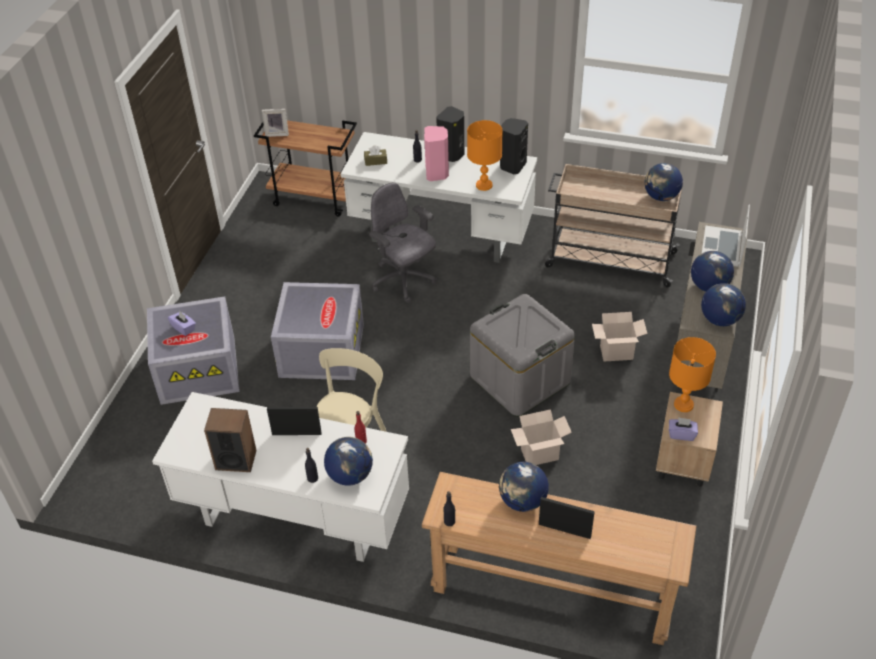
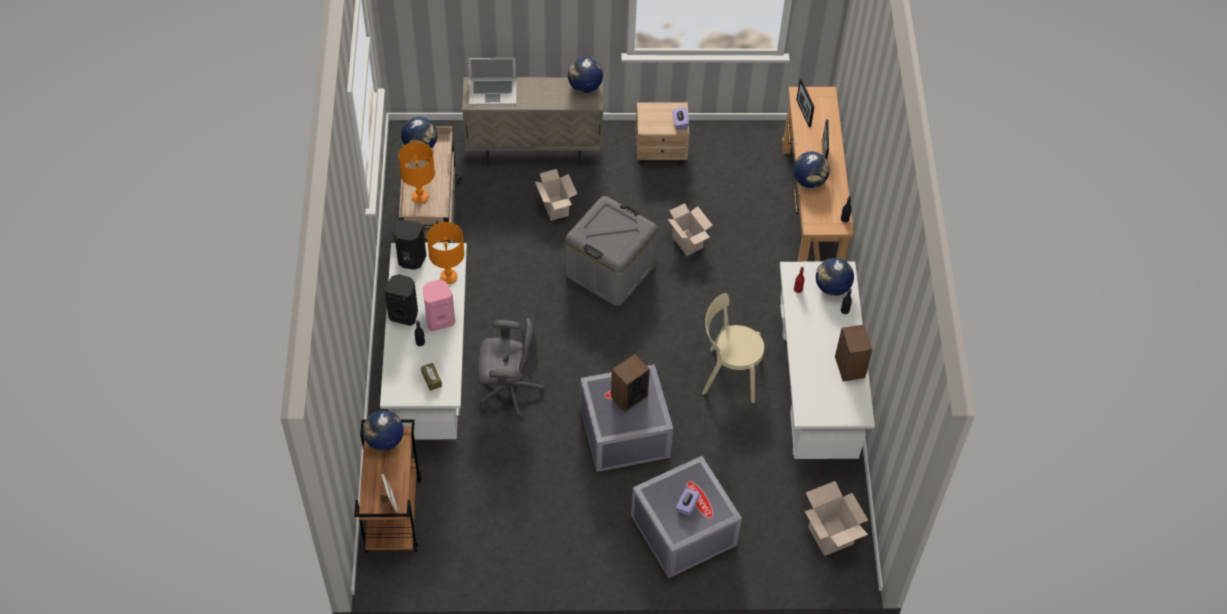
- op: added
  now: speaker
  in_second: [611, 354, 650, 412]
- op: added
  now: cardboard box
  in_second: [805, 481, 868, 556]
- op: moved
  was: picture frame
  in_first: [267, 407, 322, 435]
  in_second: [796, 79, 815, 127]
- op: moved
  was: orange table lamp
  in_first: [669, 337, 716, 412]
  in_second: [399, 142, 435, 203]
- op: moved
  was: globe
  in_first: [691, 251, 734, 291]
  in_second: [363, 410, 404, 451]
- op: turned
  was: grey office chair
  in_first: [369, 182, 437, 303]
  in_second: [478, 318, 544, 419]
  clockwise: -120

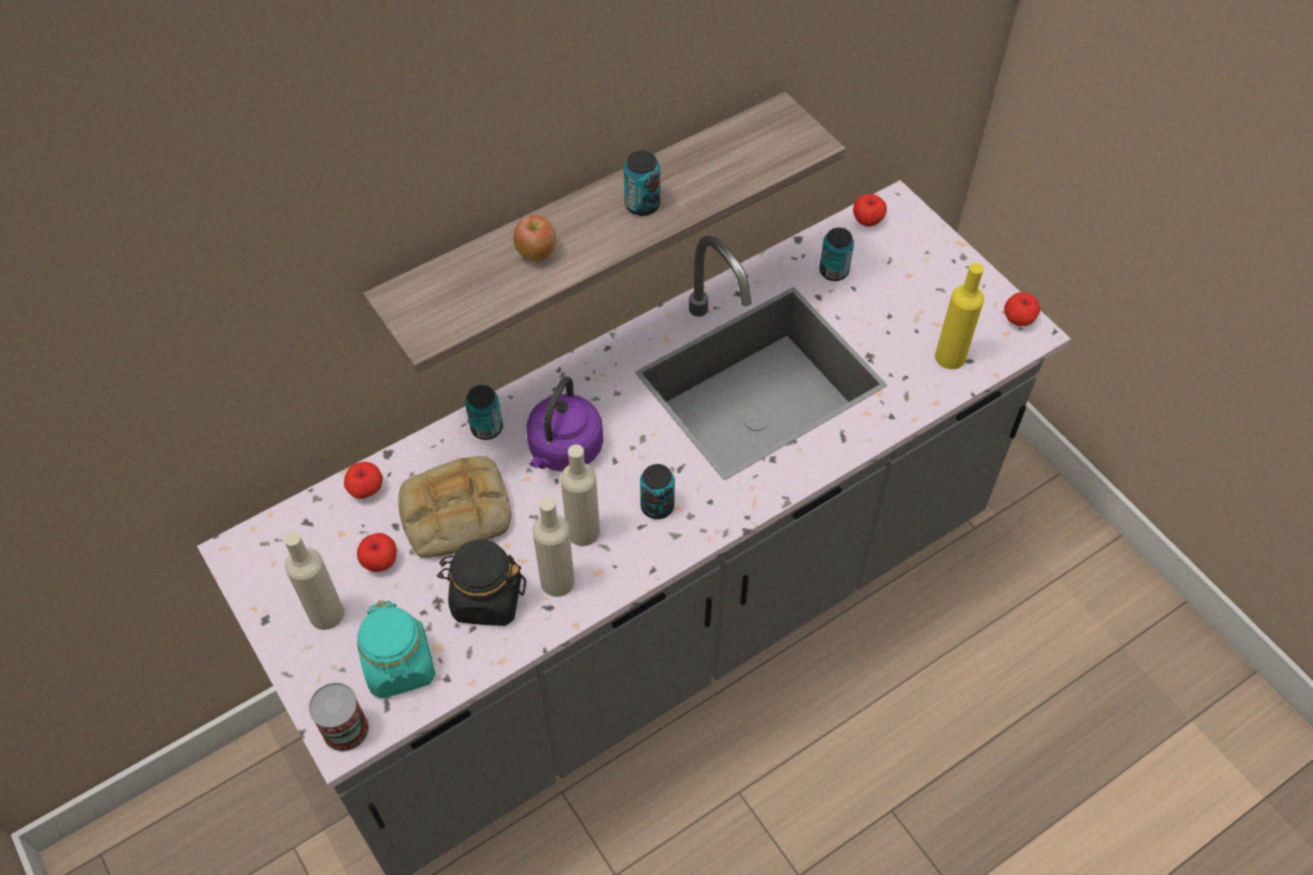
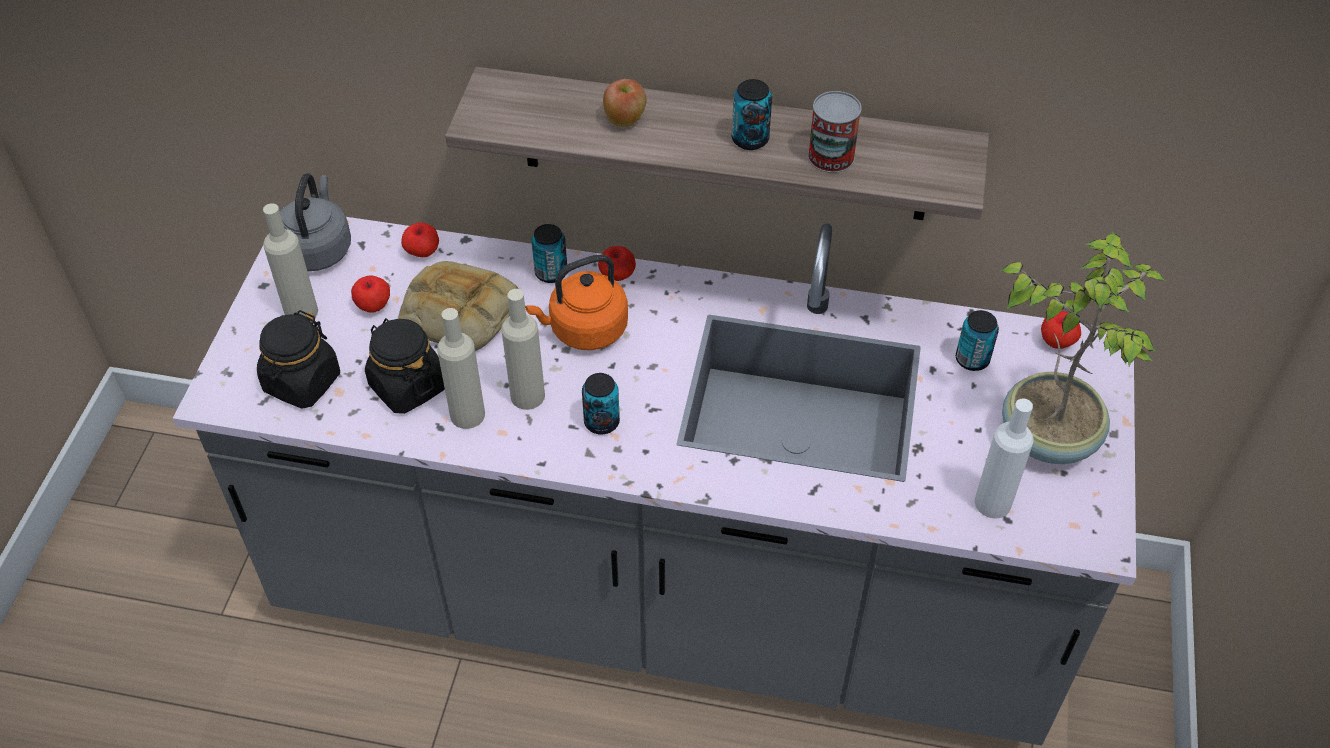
- op: added
  now: grey kettle
  in_second: [280, 173, 351, 271]
- op: added
  now: potted plant
  in_second: [999, 232, 1165, 464]
- op: moved
  was: can
  in_first: [309, 682, 369, 752]
  in_second: [808, 91, 862, 173]
- op: moved
  was: apple
  in_first: [1004, 292, 1040, 326]
  in_second: [598, 246, 636, 281]
- op: recoloured
  was: turquoise jar
  now: black jar
  in_first: [357, 601, 435, 698]
  in_second: [257, 310, 340, 409]
- op: recoloured
  was: purple kettle
  now: orange kettle
  in_first: [526, 377, 603, 472]
  in_second: [525, 254, 628, 350]
- op: recoloured
  was: yellow bottle
  now: white bottle
  in_first: [935, 263, 984, 369]
  in_second: [975, 399, 1034, 519]

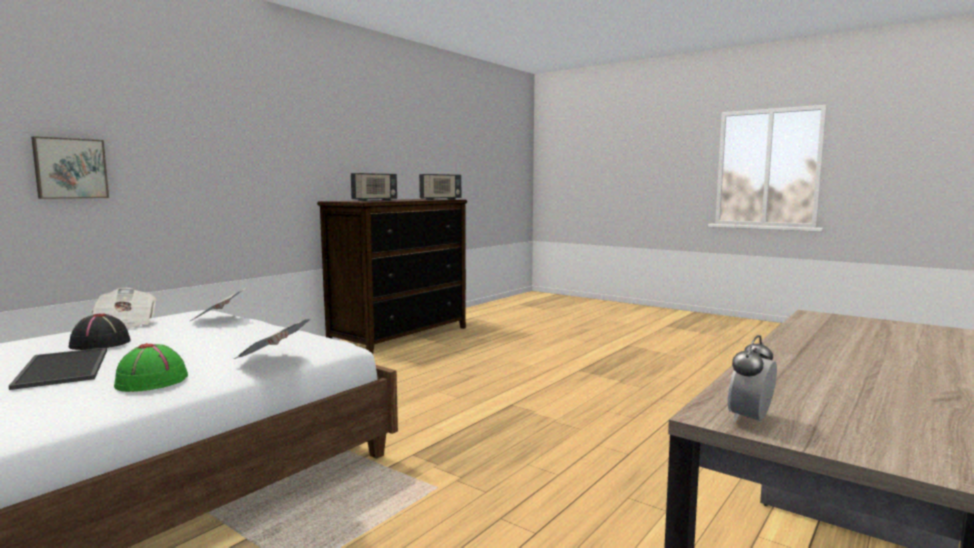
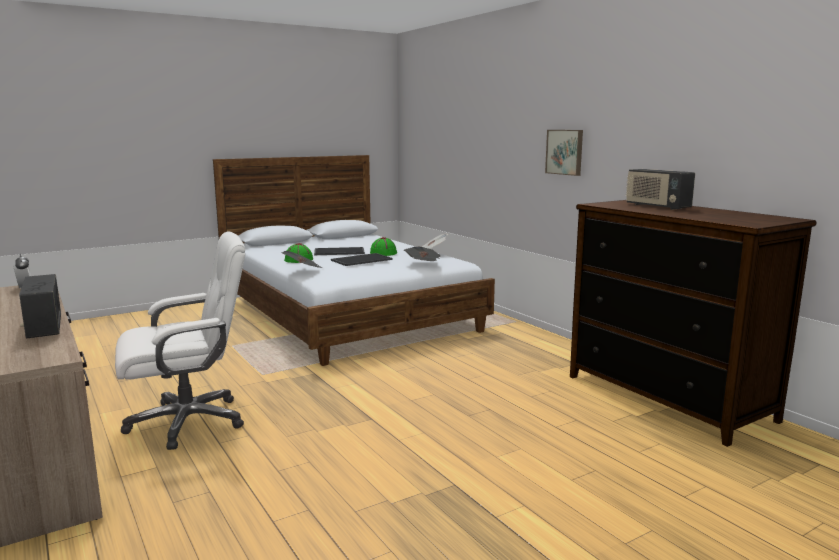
- op: added
  now: white office chair
  in_second: [115, 231, 245, 450]
- op: added
  now: tray
  in_second: [331, 253, 392, 266]
- op: moved
  was: picture
  in_first: [31, 136, 109, 199]
  in_second: [545, 130, 583, 176]
- op: moved
  was: radio
  in_first: [419, 174, 461, 200]
  in_second: [19, 274, 61, 338]
- op: recoloured
  was: black hat
  now: green hat
  in_first: [69, 313, 131, 350]
  in_second: [370, 237, 397, 256]

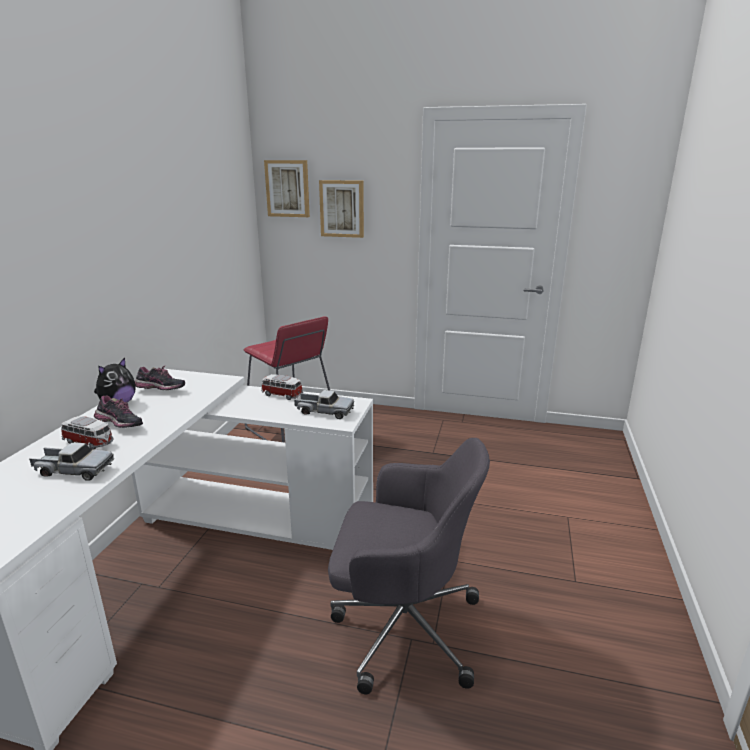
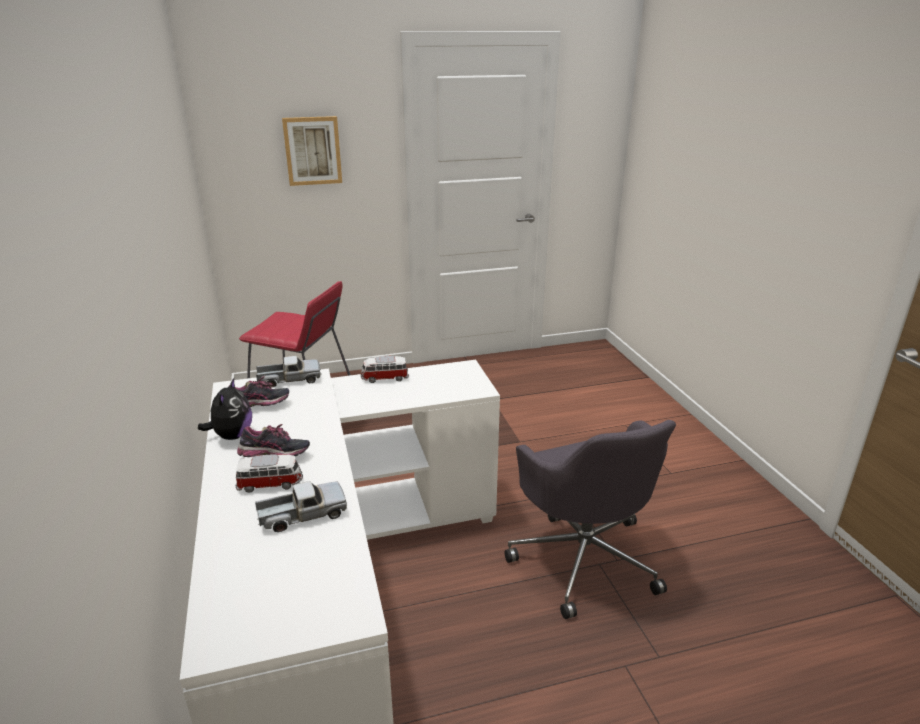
- op: removed
  was: picture
  in_first: [264, 160, 310, 217]
- op: moved
  was: toy truck
  in_first: [294, 390, 354, 419]
  in_second: [256, 356, 321, 388]
- op: turned
  was: grey office chair
  in_first: [328, 438, 490, 694]
  in_second: [505, 420, 676, 619]
  clockwise: 90

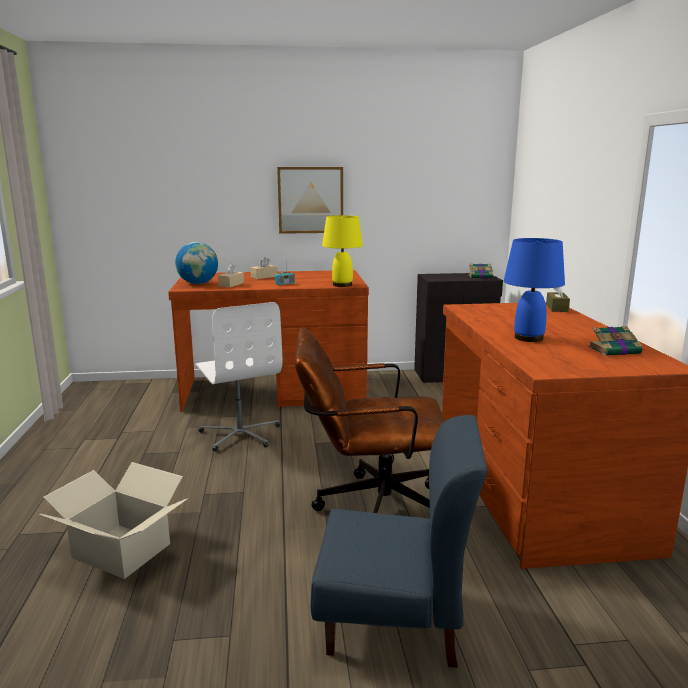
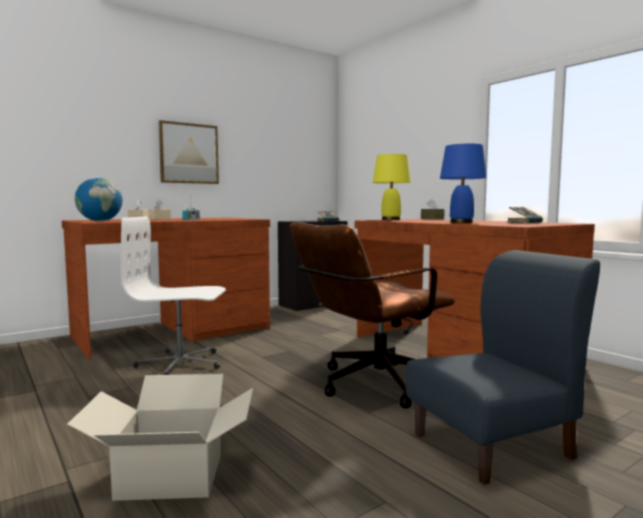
- op: moved
  was: yellow table lamp
  in_first: [322, 215, 363, 287]
  in_second: [373, 154, 411, 220]
- op: turned
  was: white office chair
  in_first: [195, 302, 283, 451]
  in_second: [121, 217, 226, 375]
  clockwise: 150

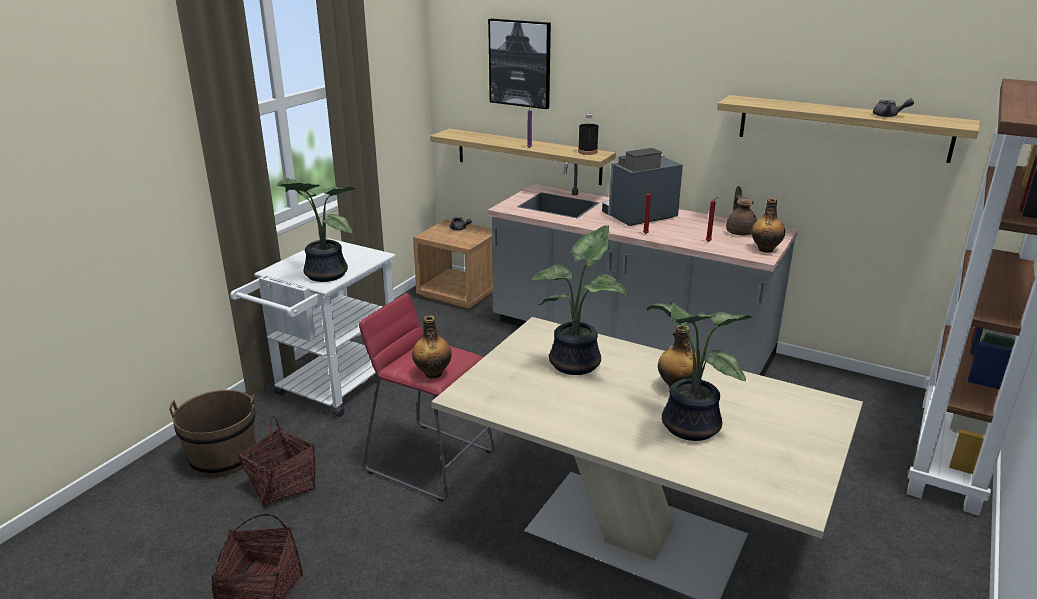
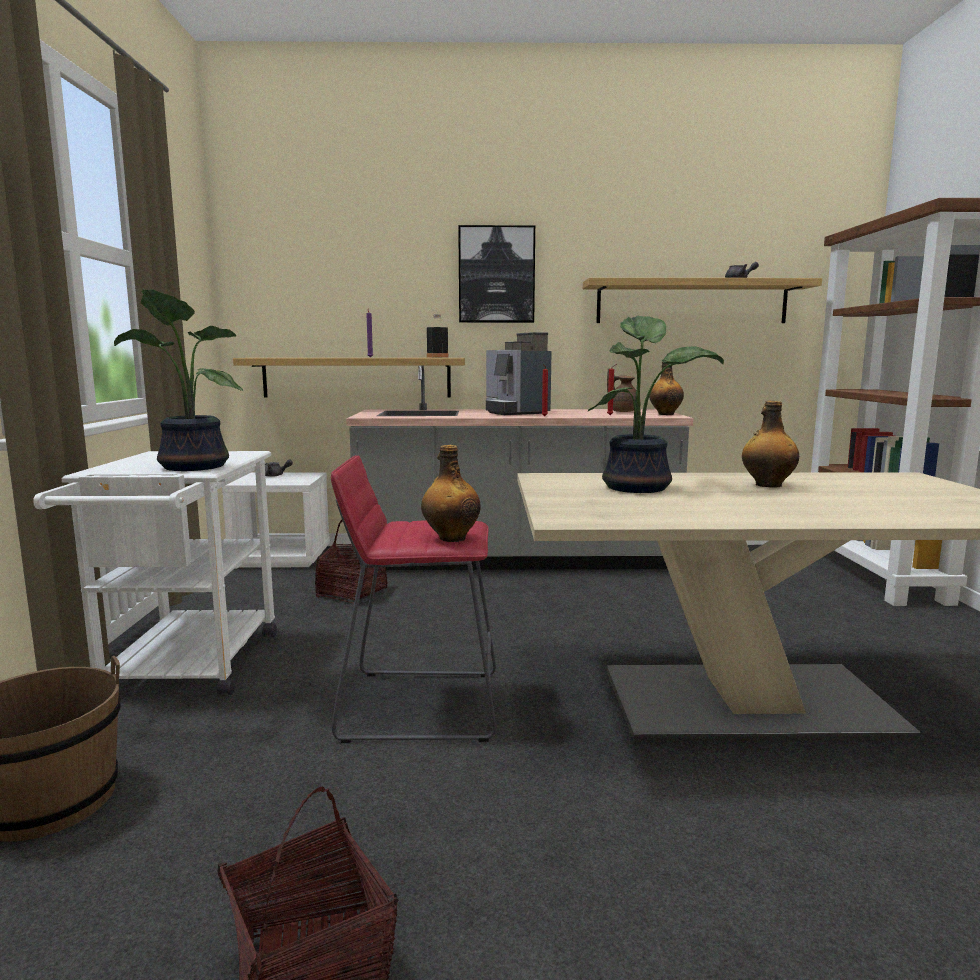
- op: removed
  was: potted plant
  in_first: [647, 303, 753, 441]
- op: moved
  was: basket
  in_first: [238, 416, 316, 509]
  in_second: [315, 520, 387, 604]
- op: moved
  was: picture
  in_first: [488, 19, 551, 109]
  in_second: [458, 225, 535, 323]
- op: recoloured
  was: brown nightstand
  now: white nightstand
  in_first: [413, 219, 493, 309]
  in_second: [222, 472, 330, 568]
- op: turned
  was: coffee machine
  in_first: [602, 148, 683, 226]
  in_second: [486, 332, 552, 415]
  clockwise: -60

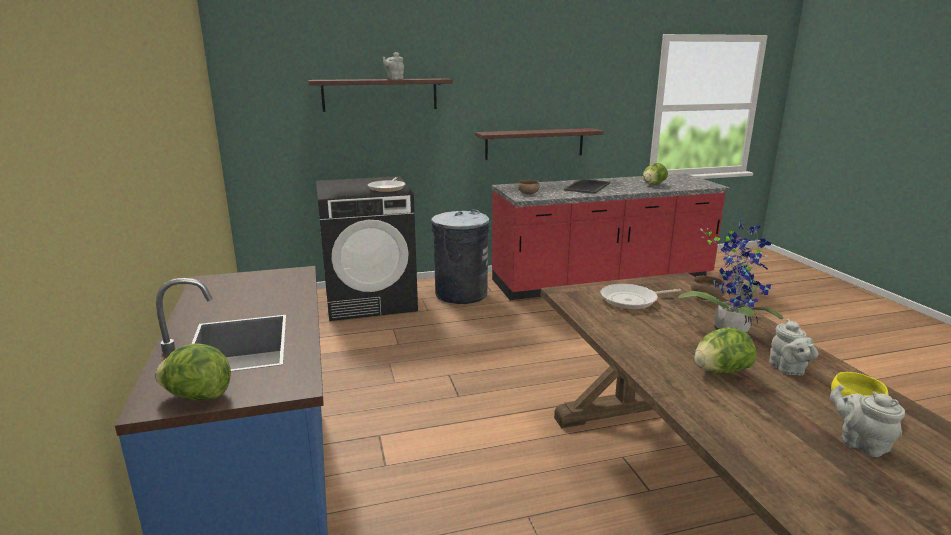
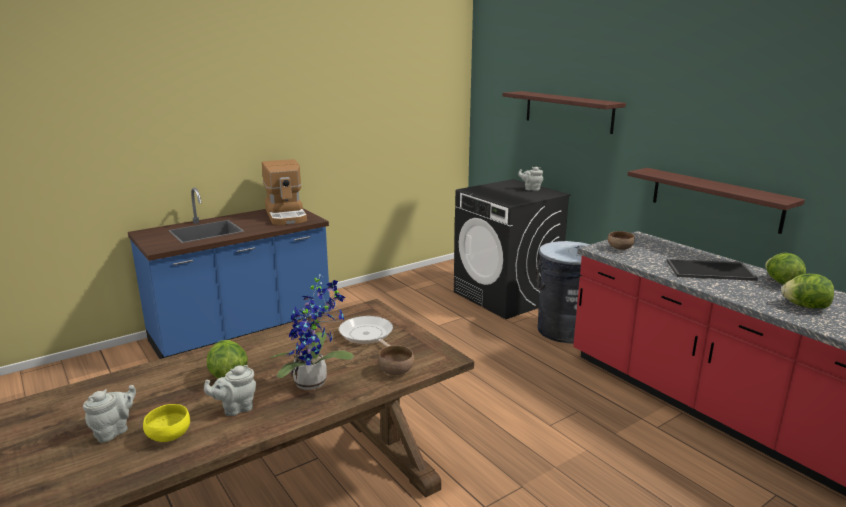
- op: removed
  was: frying pan
  in_first: [368, 177, 405, 192]
- op: added
  now: coffee machine
  in_second: [262, 159, 307, 225]
- op: moved
  was: lettuce
  in_first: [155, 344, 231, 400]
  in_second: [765, 252, 806, 285]
- op: moved
  was: grey teapot
  in_first: [383, 52, 404, 80]
  in_second: [518, 167, 543, 191]

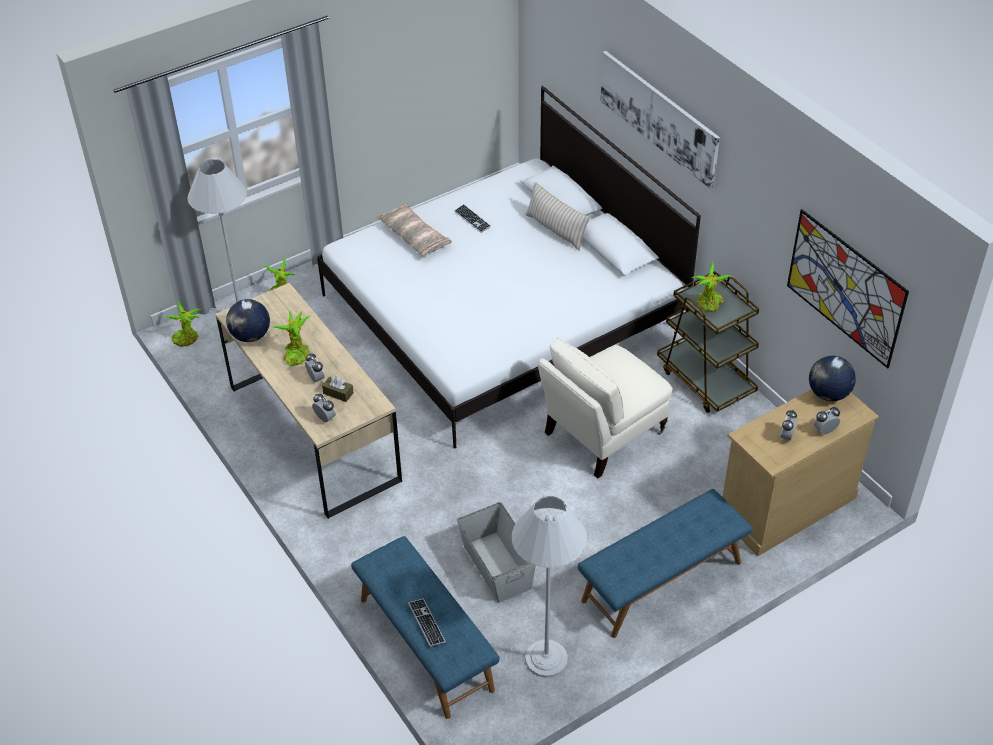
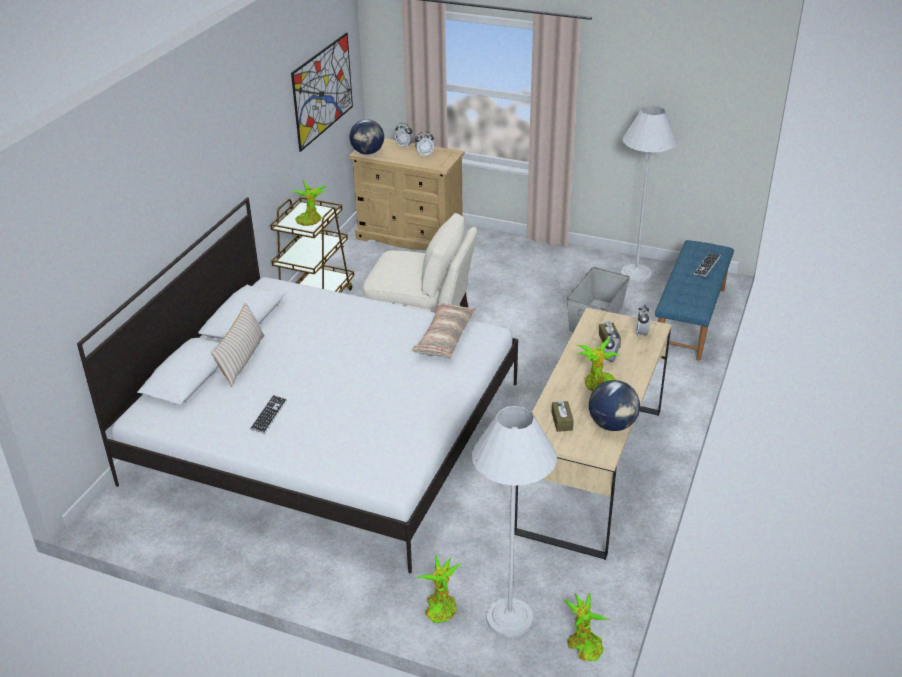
- op: removed
  was: blue bench
  in_first: [578, 489, 753, 638]
- op: removed
  was: picture
  in_first: [600, 51, 720, 189]
- op: added
  now: brown tissue box
  in_second: [552, 400, 574, 432]
- op: moved
  was: pillow
  in_first: [377, 203, 452, 258]
  in_second: [412, 303, 475, 359]

